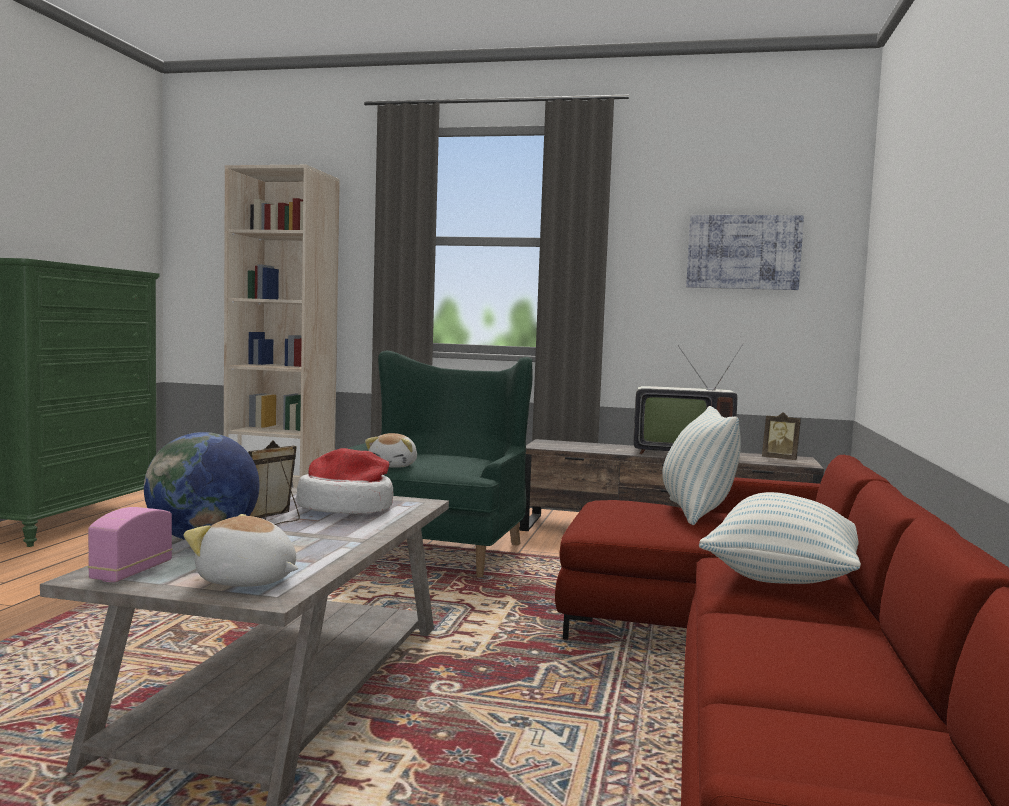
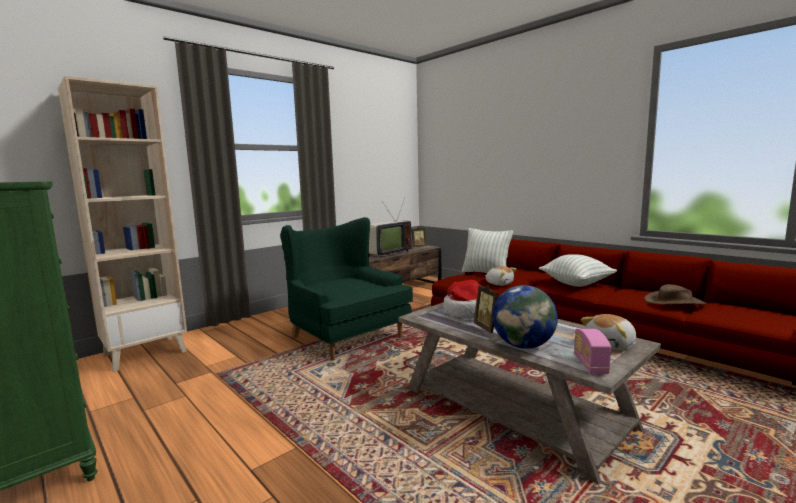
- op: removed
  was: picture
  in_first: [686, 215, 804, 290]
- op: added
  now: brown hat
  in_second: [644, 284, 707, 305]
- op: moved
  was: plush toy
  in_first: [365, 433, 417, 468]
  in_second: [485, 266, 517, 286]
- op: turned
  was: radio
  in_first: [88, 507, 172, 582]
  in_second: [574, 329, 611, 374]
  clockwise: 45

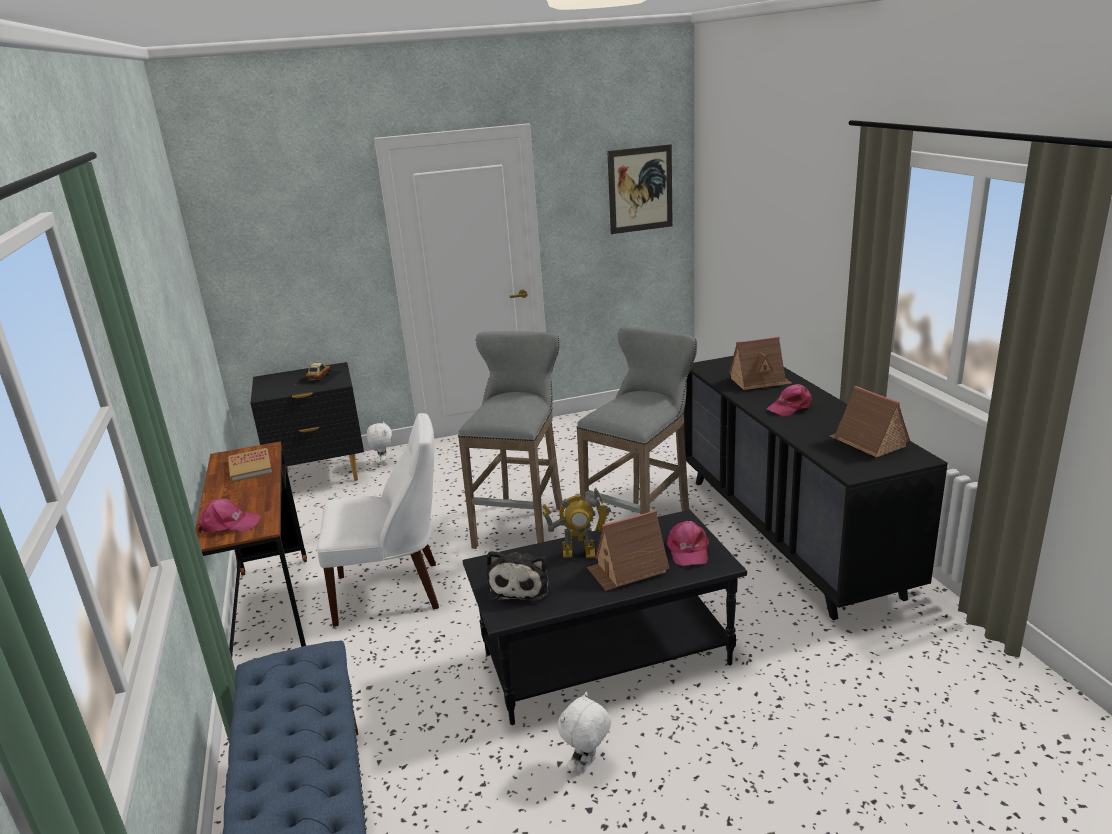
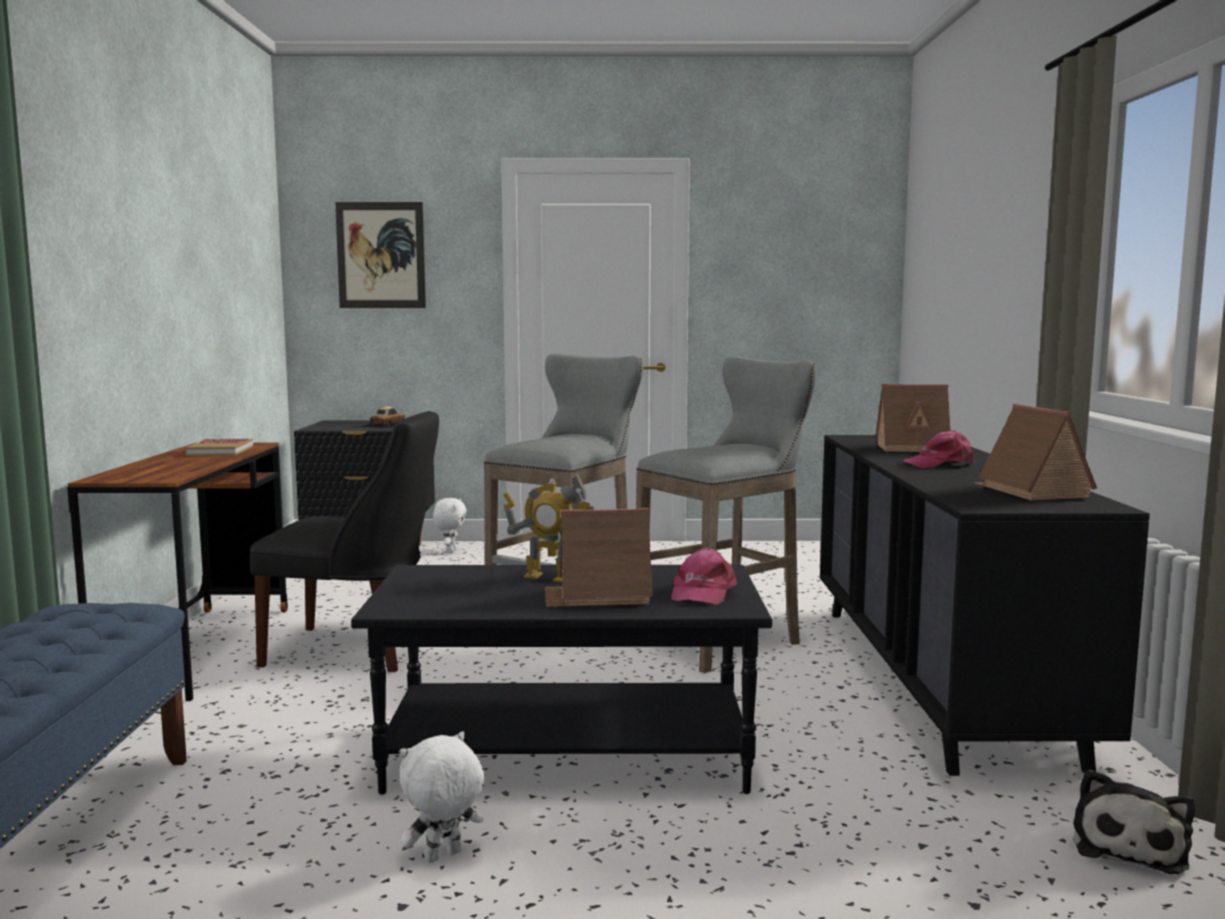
- op: removed
  was: pink cap
  in_first: [198, 499, 261, 533]
- op: moved
  was: plush toy
  in_first: [486, 551, 548, 602]
  in_second: [1073, 770, 1195, 874]
- op: moved
  was: picture
  in_first: [607, 144, 673, 234]
  in_second: [335, 202, 426, 308]
- op: recoloured
  was: white chair
  now: black chair
  in_first: [317, 413, 439, 627]
  in_second: [250, 411, 439, 672]

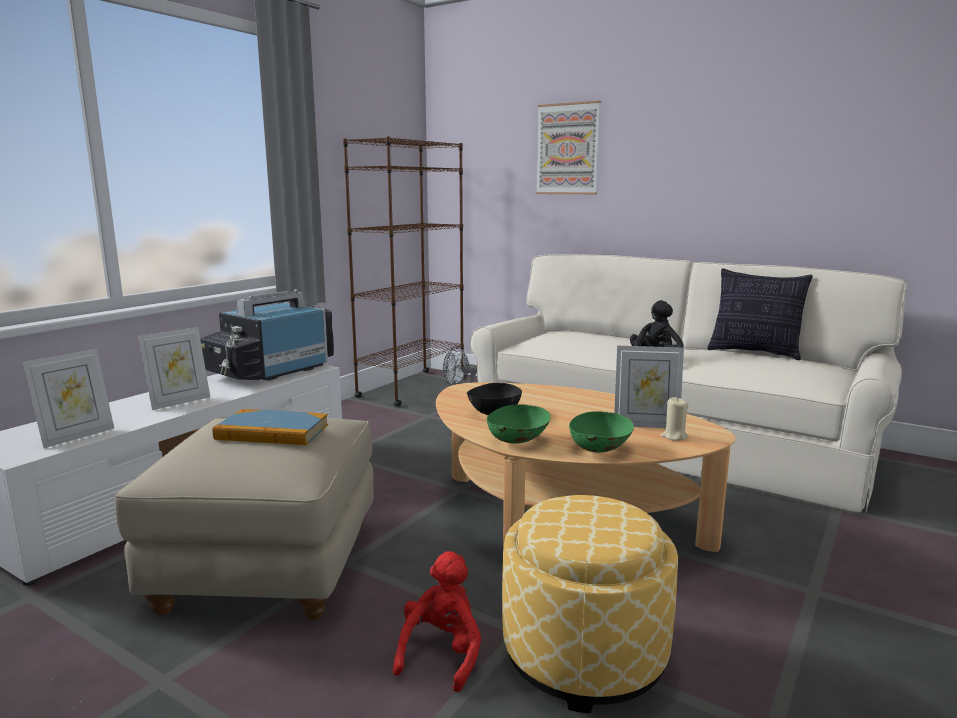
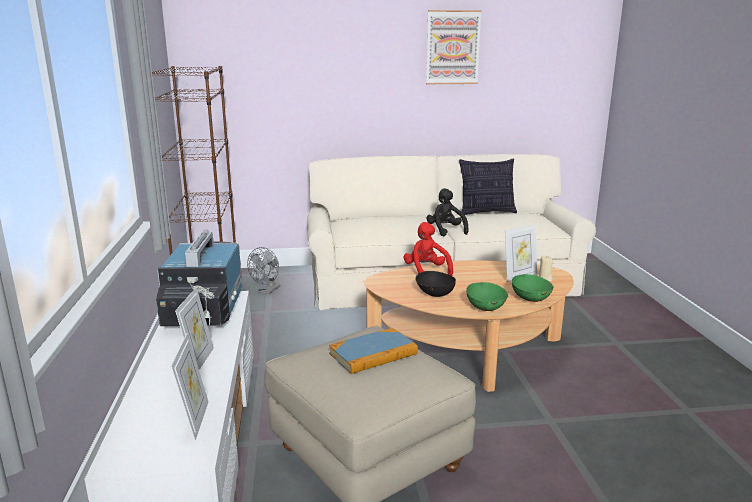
- op: removed
  was: ottoman
  in_first: [502, 495, 678, 713]
- op: moved
  was: red plush toy
  in_first: [393, 551, 481, 692]
  in_second: [403, 222, 453, 276]
- op: moved
  was: picture
  in_first: [536, 101, 601, 194]
  in_second: [426, 10, 482, 84]

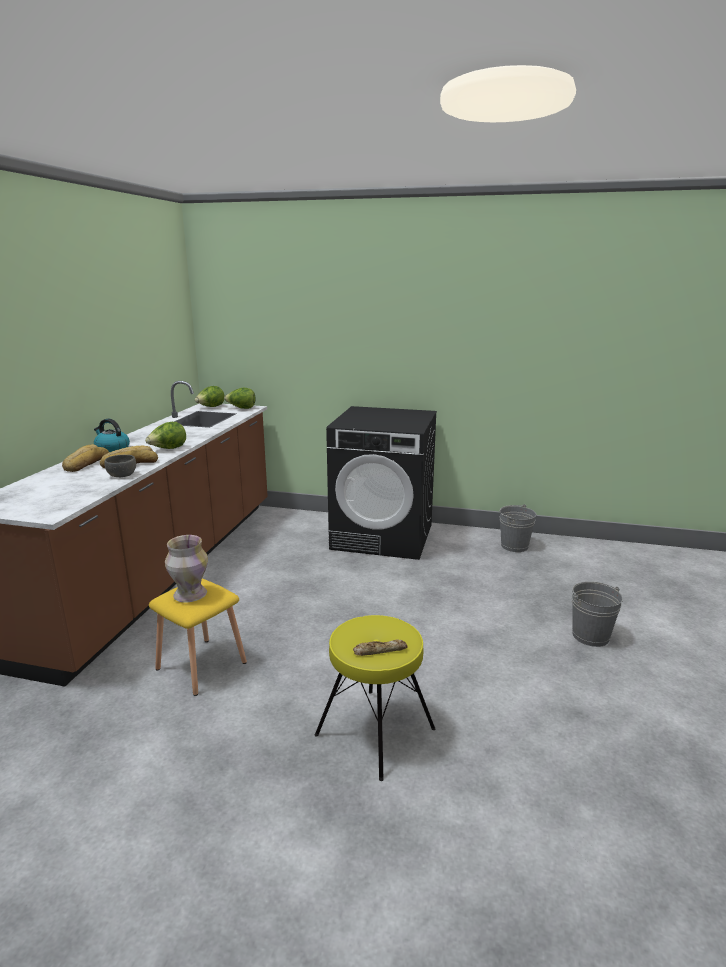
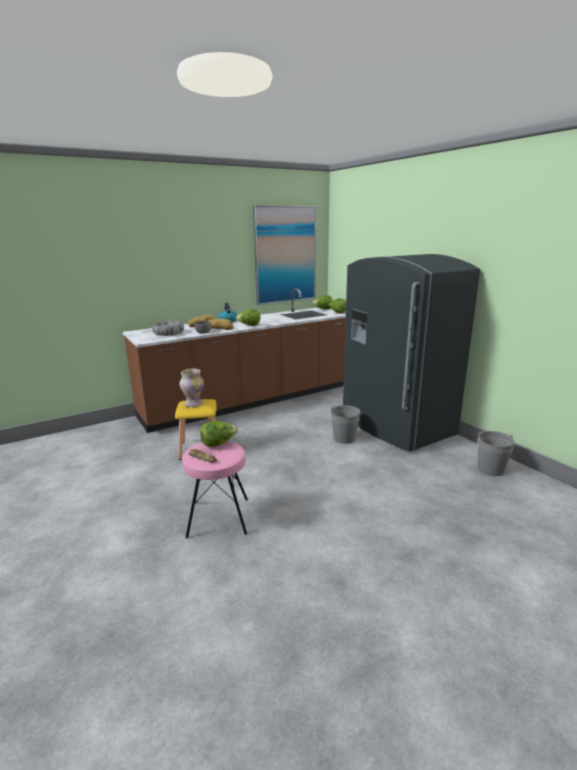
- op: added
  now: bowl
  in_second: [152, 321, 184, 336]
- op: added
  now: lettuce
  in_second: [200, 420, 238, 447]
- op: added
  now: picture
  in_second: [253, 205, 316, 305]
- op: moved
  was: grey bucket
  in_first: [572, 581, 623, 647]
  in_second: [330, 405, 361, 444]
- op: replaced
  was: black washing machine
  now: grey fridge
  in_first: [326, 406, 437, 560]
  in_second: [343, 254, 480, 452]
- op: recoloured
  was: yellow stool
  now: pink stool
  in_first: [315, 615, 435, 781]
  in_second: [182, 441, 248, 539]

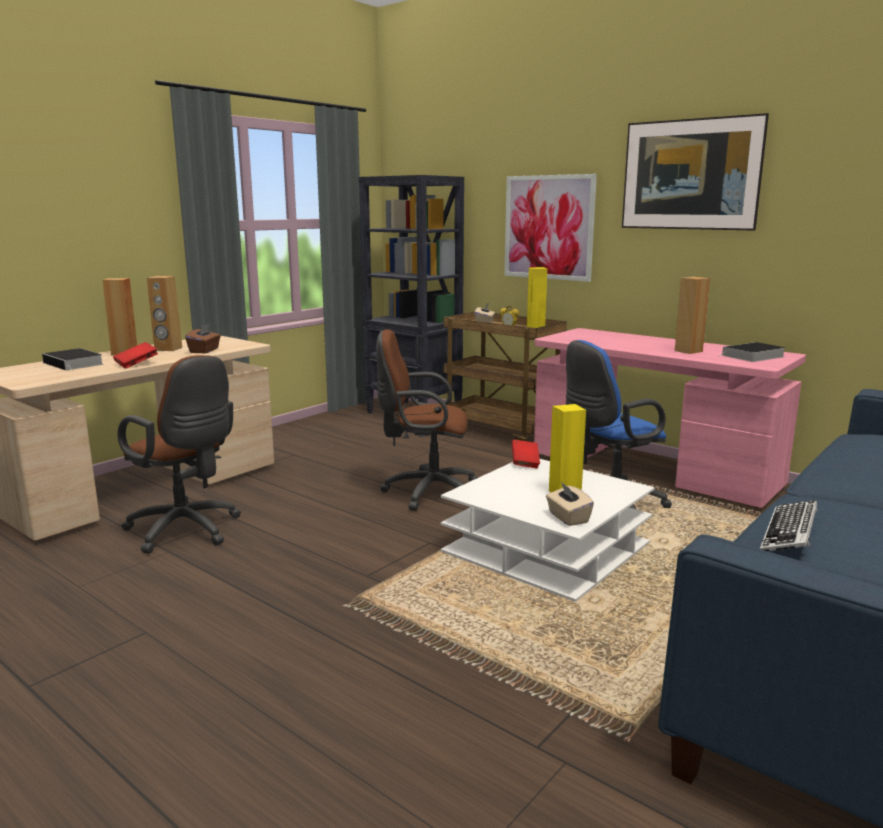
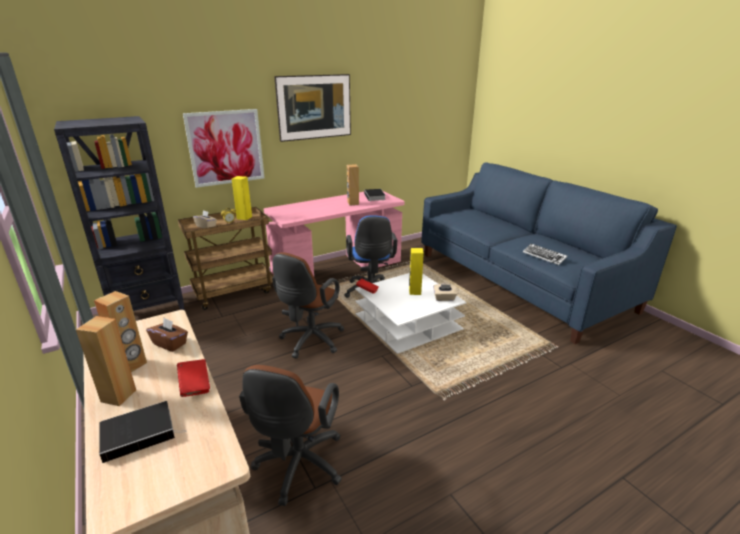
- op: turned
  was: brown office chair
  in_first: [118, 355, 241, 554]
  in_second: [239, 365, 342, 506]
  clockwise: 135

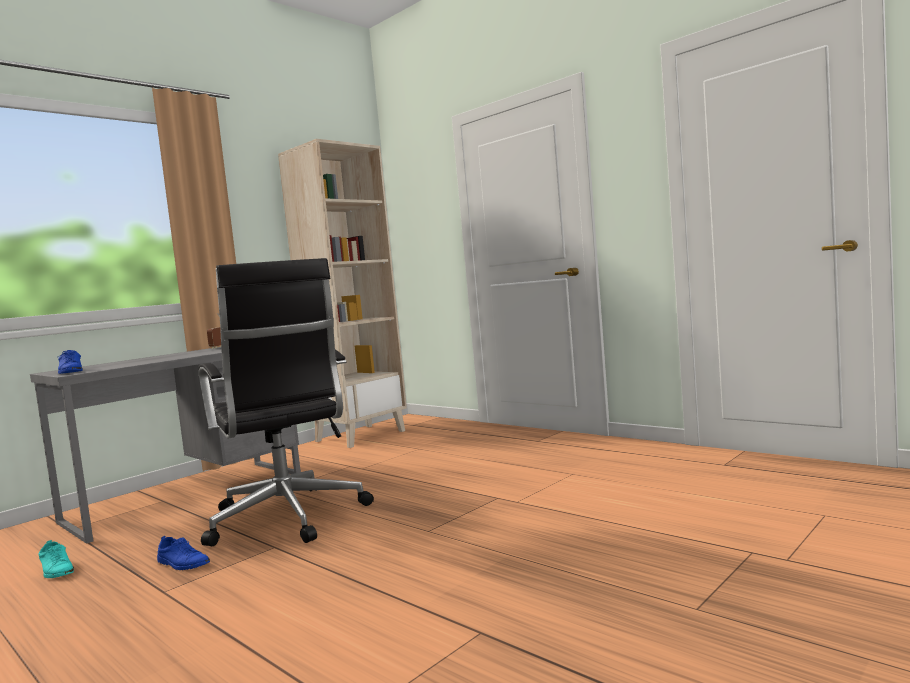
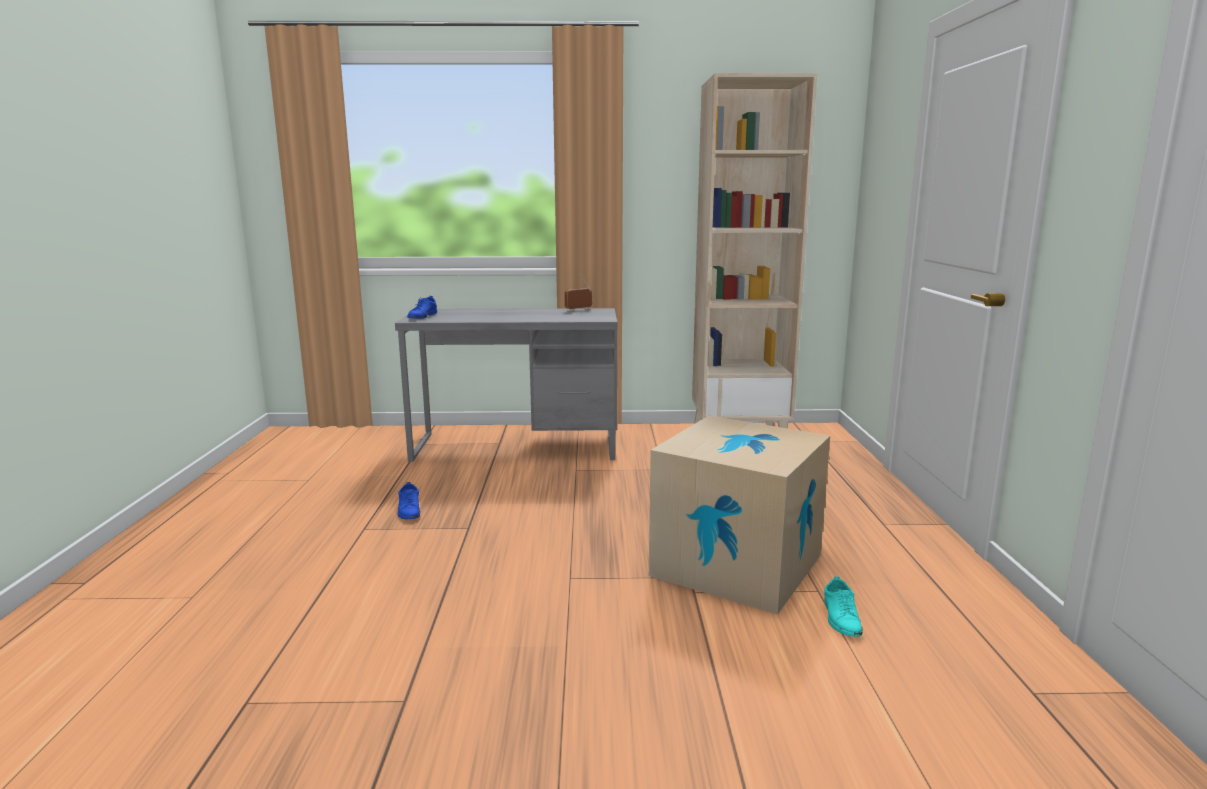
- op: removed
  was: black office chair
  in_first: [198, 258, 374, 546]
- op: added
  now: cardboard box
  in_second: [649, 416, 830, 615]
- op: moved
  was: turquoise shoe
  in_first: [38, 540, 74, 578]
  in_second: [824, 576, 863, 637]

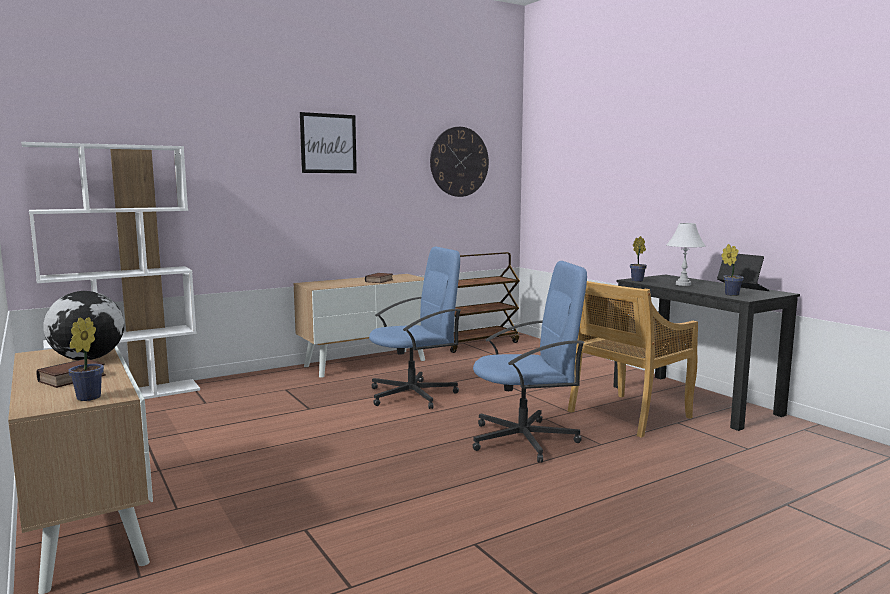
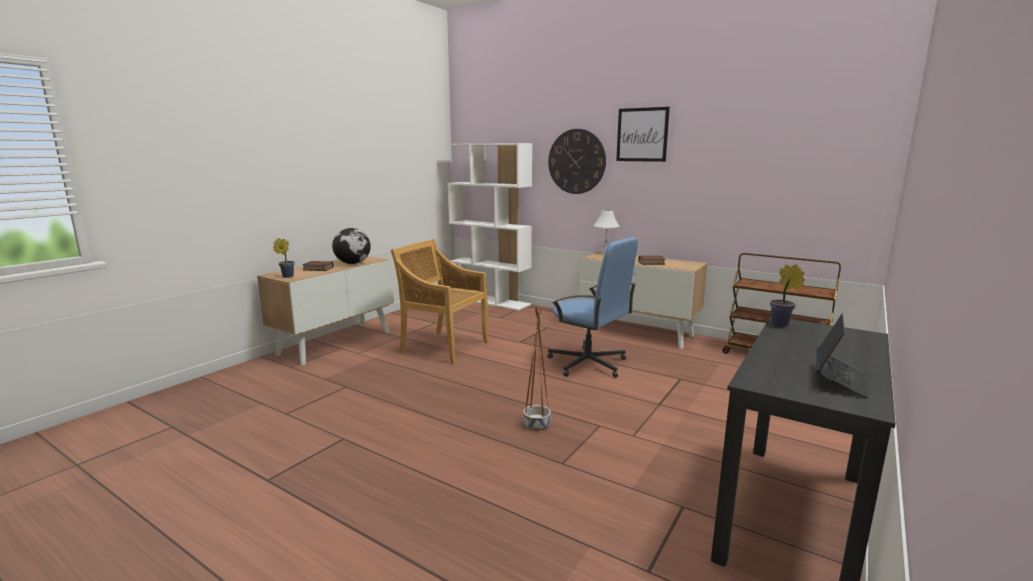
- op: removed
  was: potted plant
  in_first: [721, 244, 744, 296]
- op: moved
  was: wall clock
  in_first: [430, 127, 489, 197]
  in_second: [548, 129, 606, 194]
- op: moved
  was: beige chair
  in_first: [568, 281, 698, 438]
  in_second: [391, 239, 489, 364]
- op: moved
  was: white table lamp
  in_first: [667, 223, 706, 286]
  in_second: [593, 210, 620, 255]
- op: replaced
  was: blue office chair
  now: brown planter
  in_first: [473, 261, 587, 463]
  in_second: [523, 307, 551, 430]

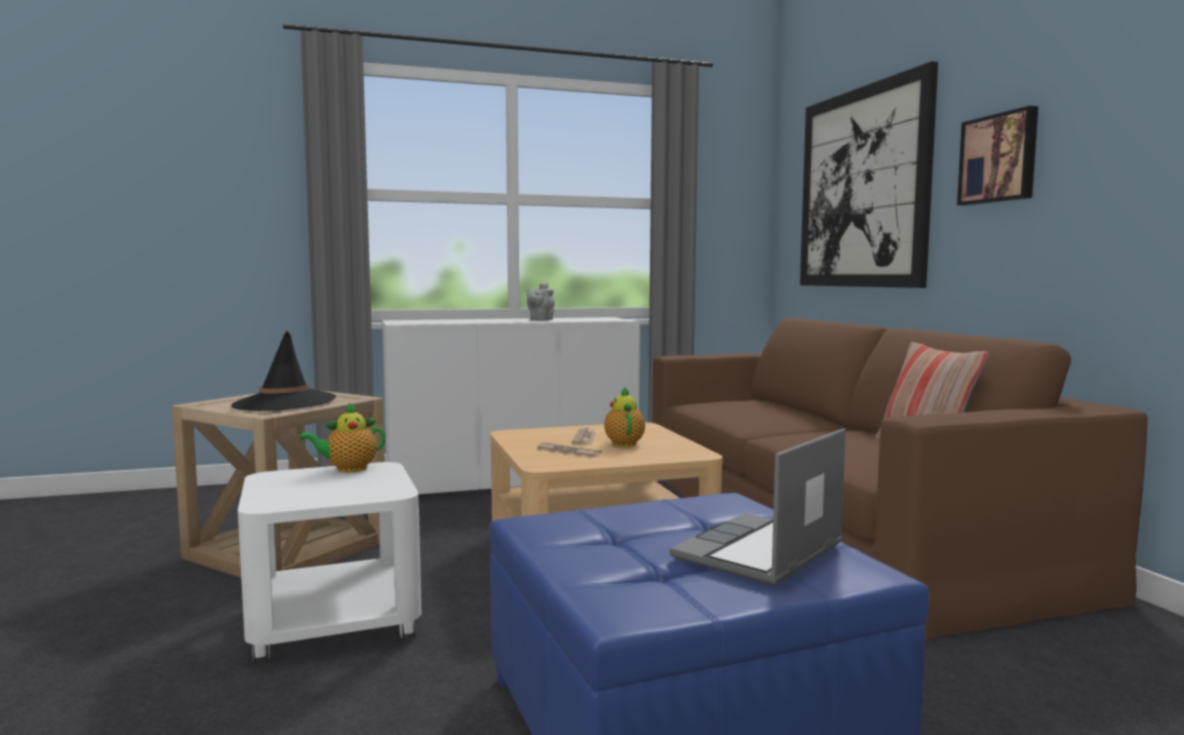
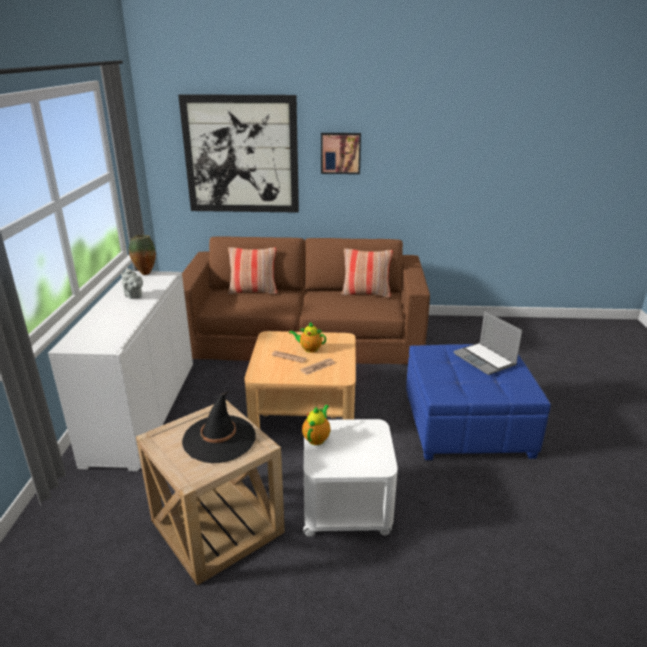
- op: added
  now: vase
  in_second: [129, 235, 156, 275]
- op: added
  now: pillow
  in_second: [228, 247, 277, 294]
- op: turned
  was: teapot
  in_first: [299, 402, 386, 472]
  in_second: [302, 405, 331, 445]
  clockwise: -150

